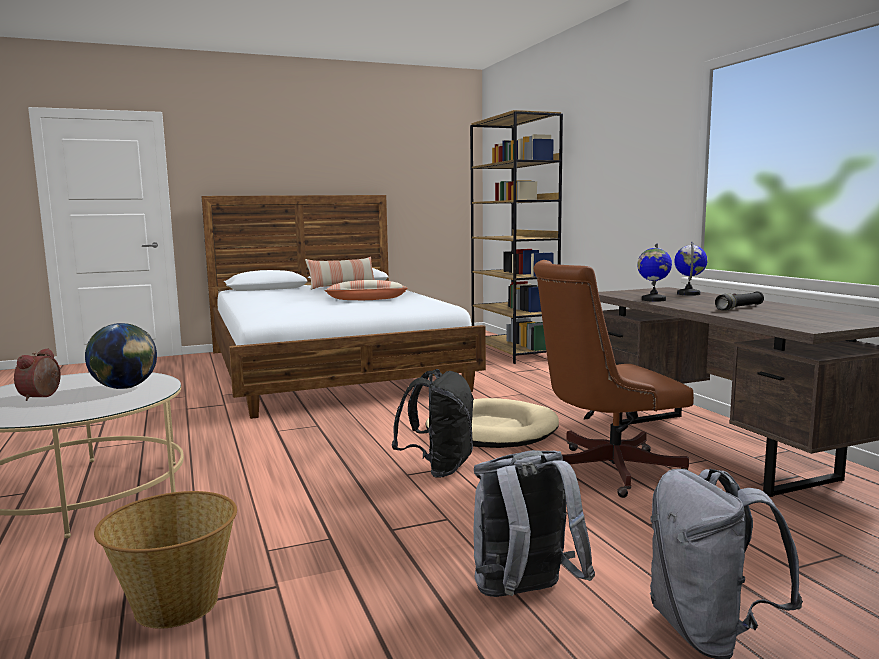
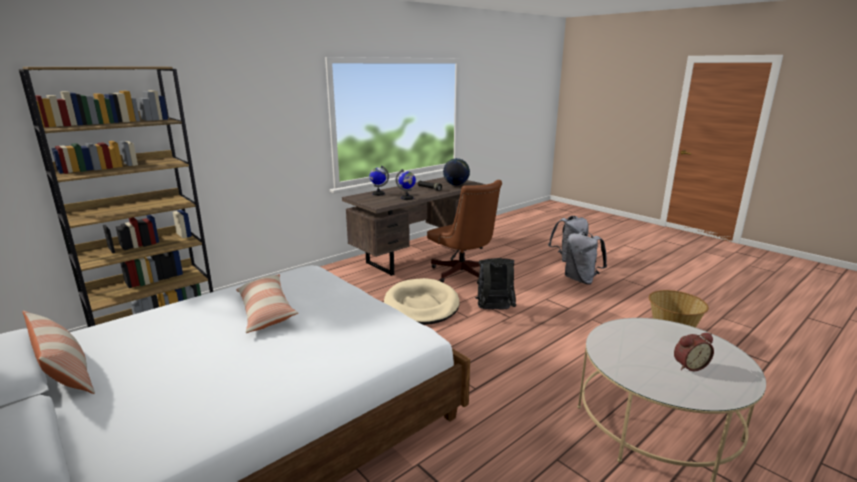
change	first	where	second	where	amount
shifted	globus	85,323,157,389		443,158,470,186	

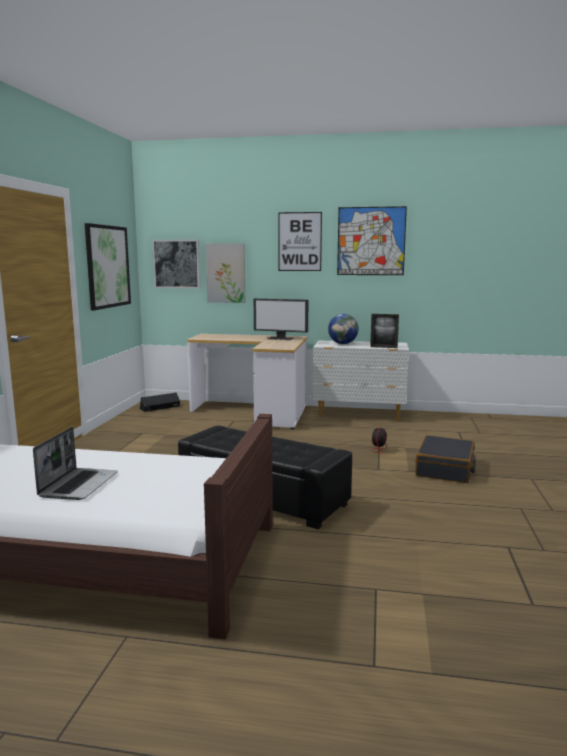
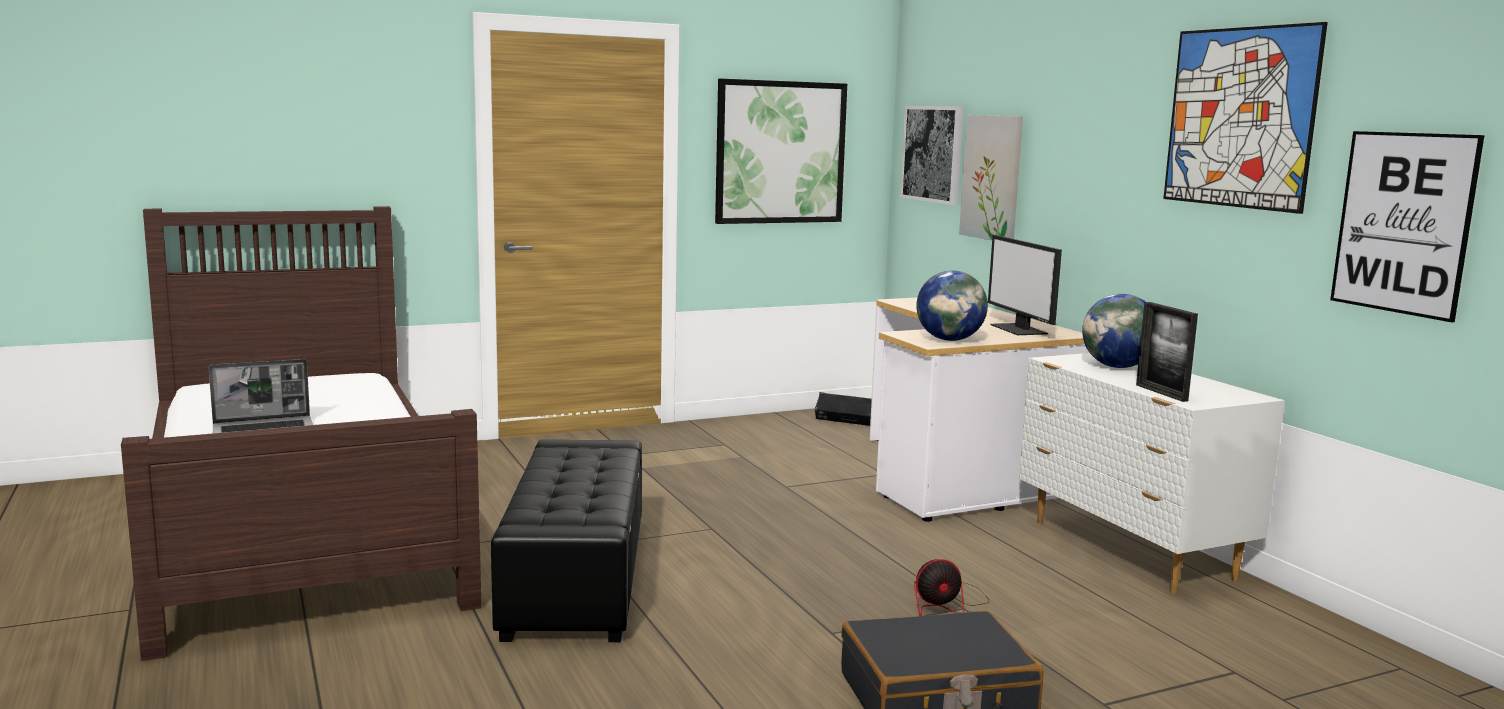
change	first	where	second	where	amount
new			globus	916,270,988,341	
shifted	obraz	278,212,322,271		1330,131,1484,322	

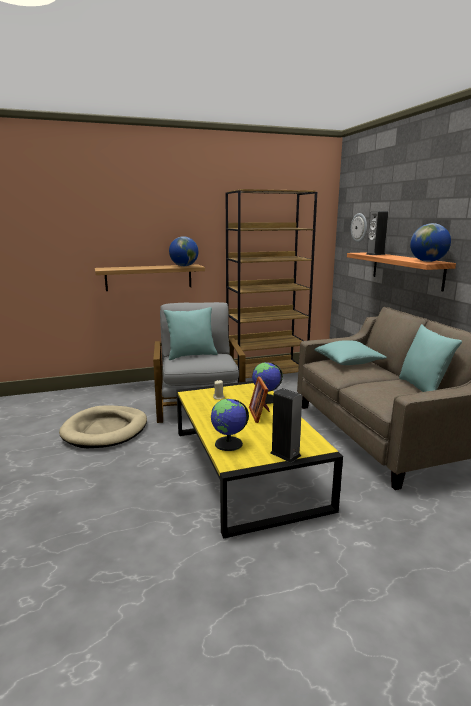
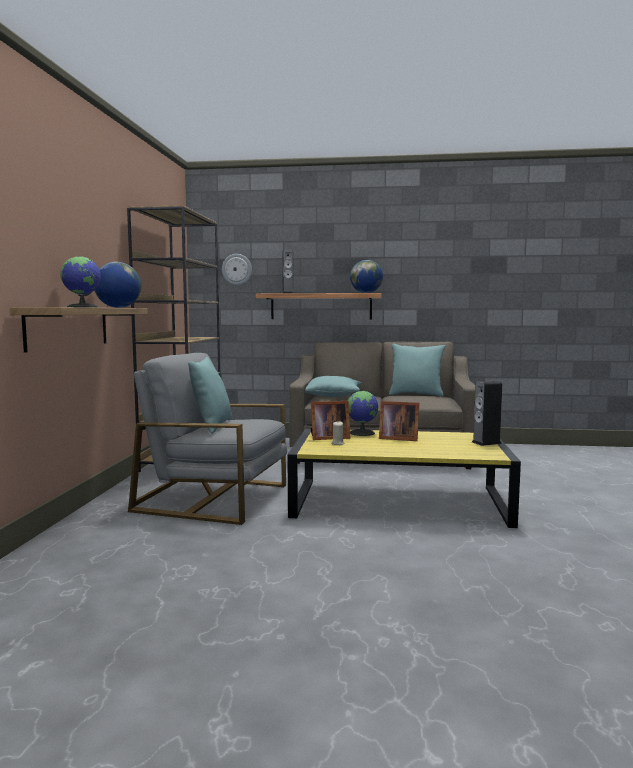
change	first	where	second	where	amount
gone	legowisko/beżowy	59,405,147,448			
new			ramka na zdjęcie	310,401,350,440	
shifted	globus	211,399,249,451		60,256,101,308	

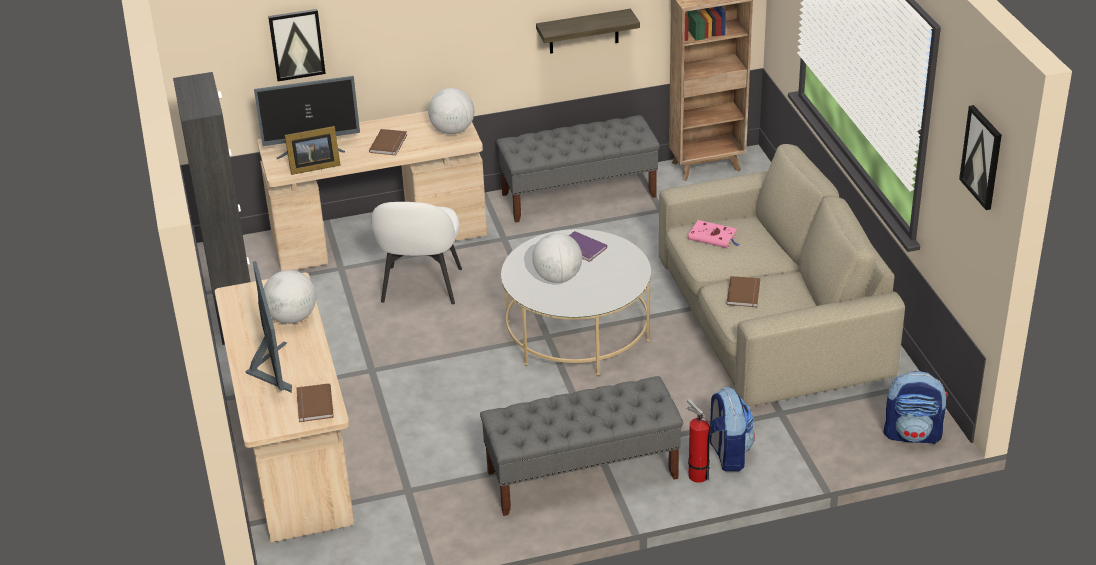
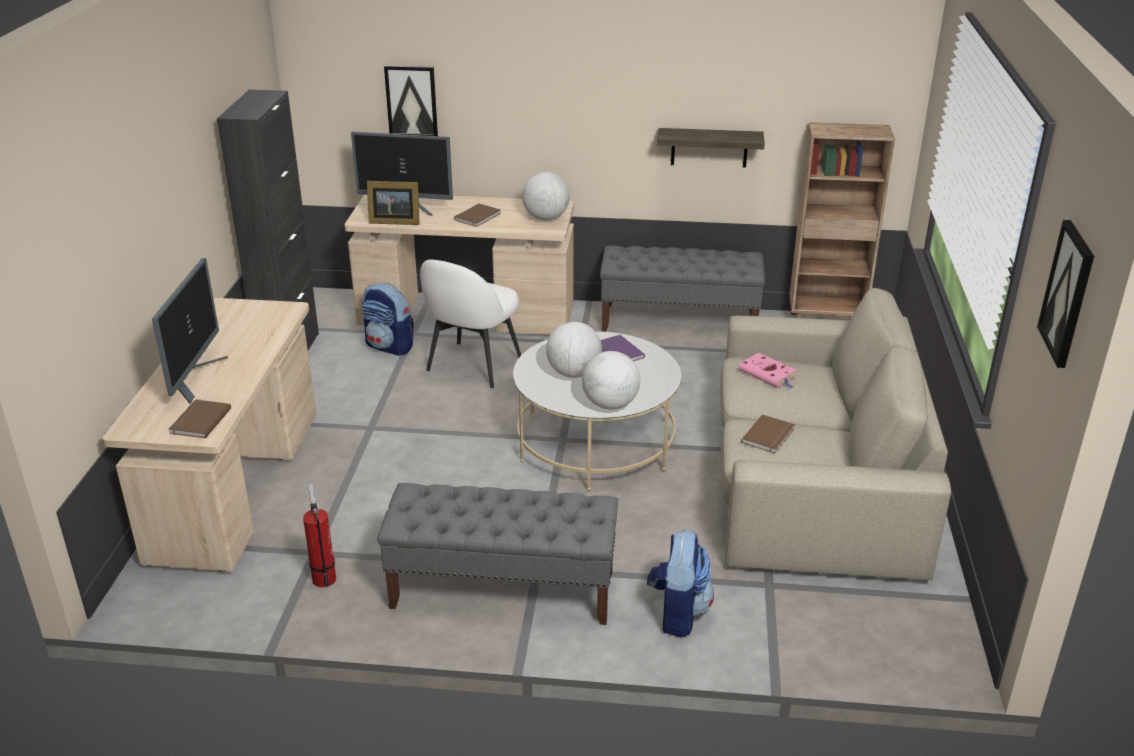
change	first	where	second	where	amount
shifted	globus	264,270,316,324		582,351,640,409	
shifted	gaśnica	686,399,711,483		303,484,336,587	
shifted	plecak	884,371,948,444		362,283,414,356	

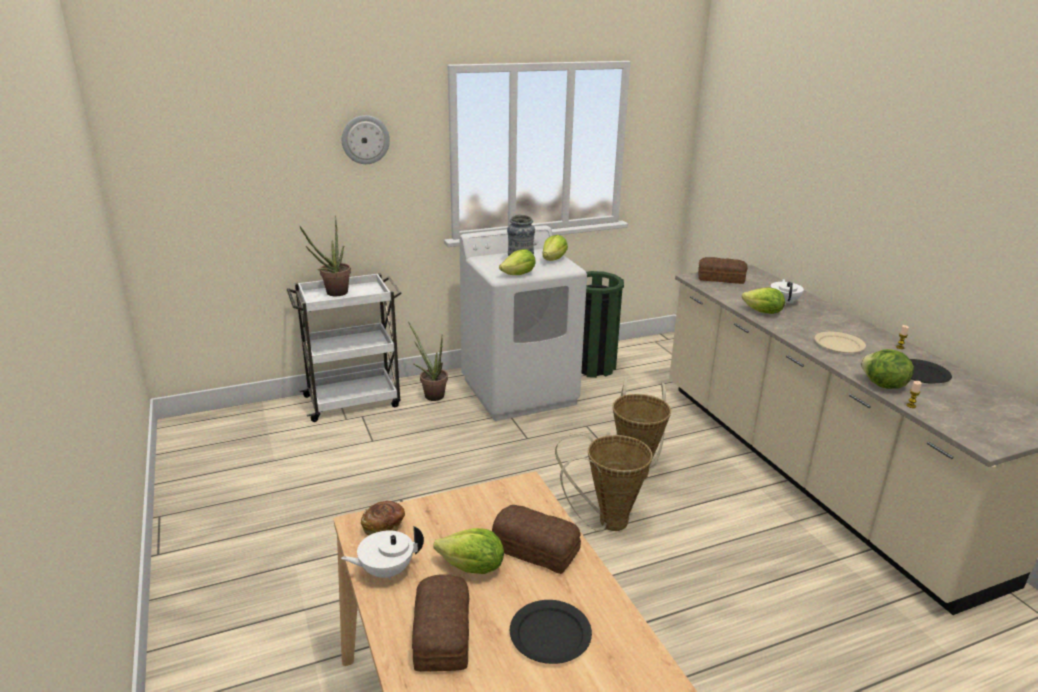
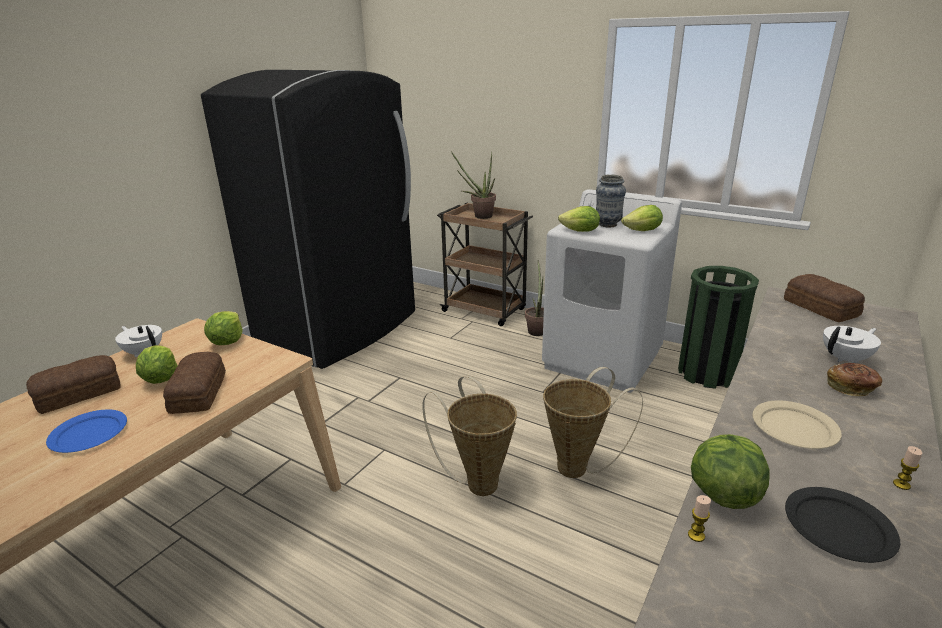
change	first	where	second	where	amount
gone	zegar ścienny	342,115,390,164			
new			lodówka/czarny	201,70,415,369	
shifted	chleb	361,501,405,536		827,363,882,396	
shifted	sałata	742,287,785,314		204,311,243,345	
repainted	wózek/biały	287,273,402,422	wózek/brązowy	437,203,533,326	
repainted	talerz/czarny	510,600,592,664	talerz/niebieski	46,410,127,453	

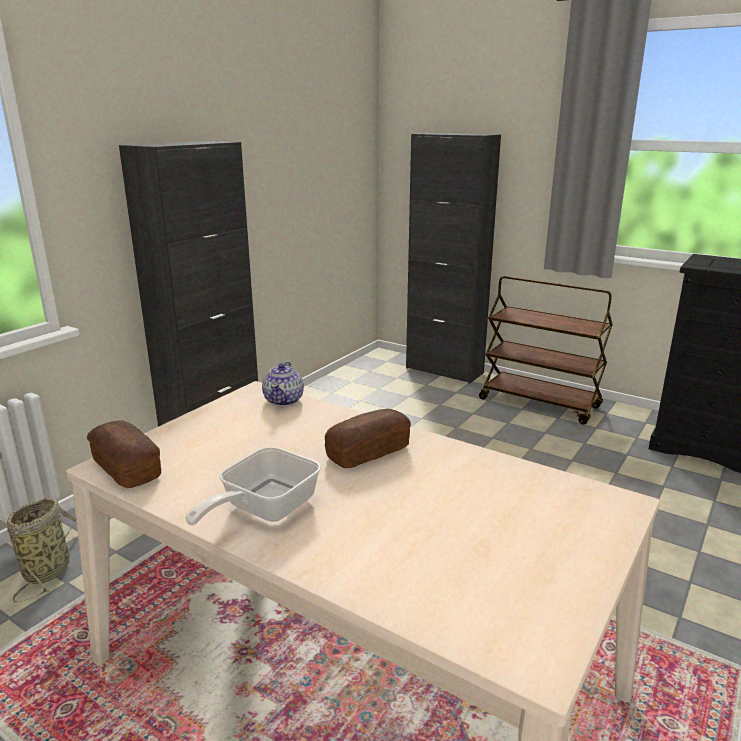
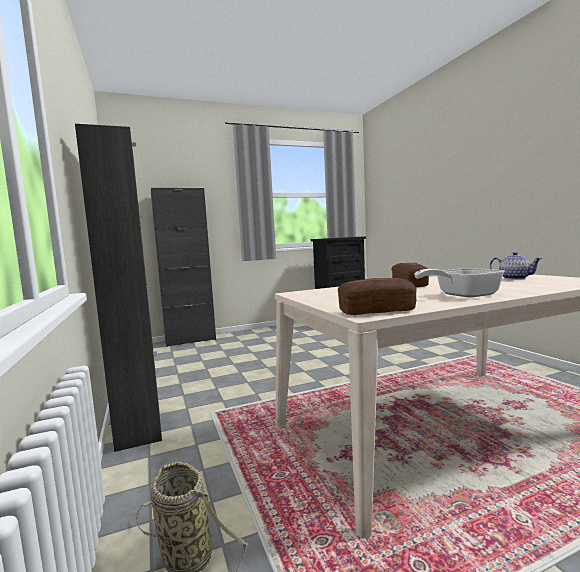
change	first	where	second	where	amount
gone	wózek/brązowy	479,276,613,425			
shifted	imbryk	262,362,304,406		490,252,542,280	
rotated	patelnia	185,447,321,526		414,268,505,298	90 degrees clockwise

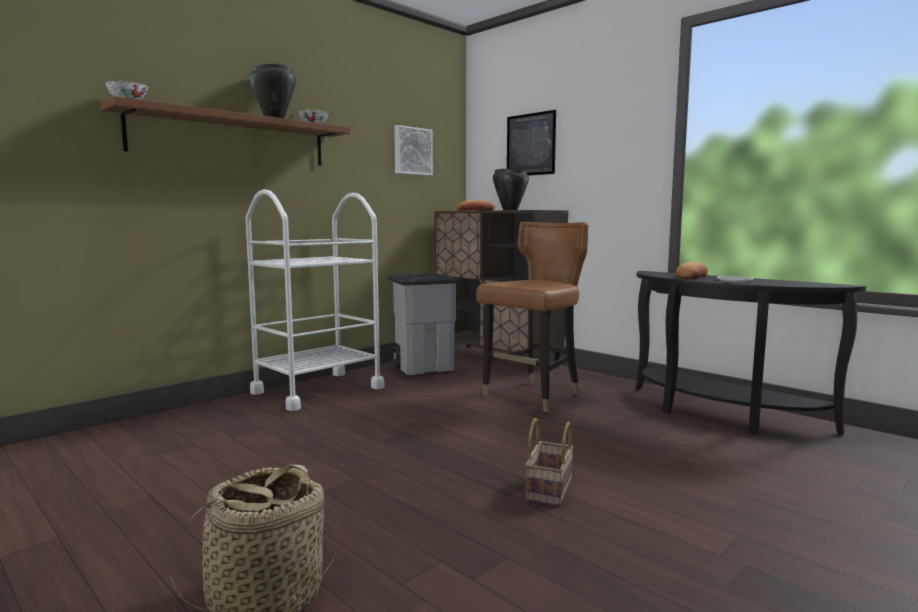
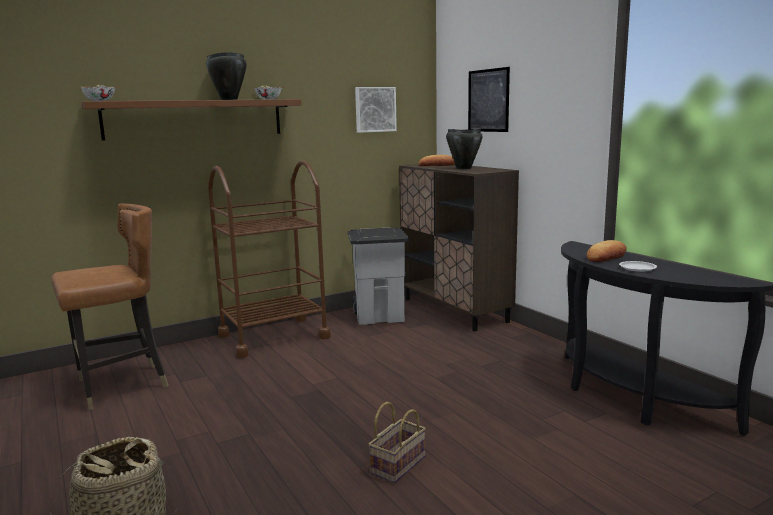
change	first	where	second	where	amount
shifted	krzesło/brązowy	476,222,588,412		52,203,169,410	
repainted	wózek/biały	245,189,384,411	wózek/brązowy	208,160,331,358	

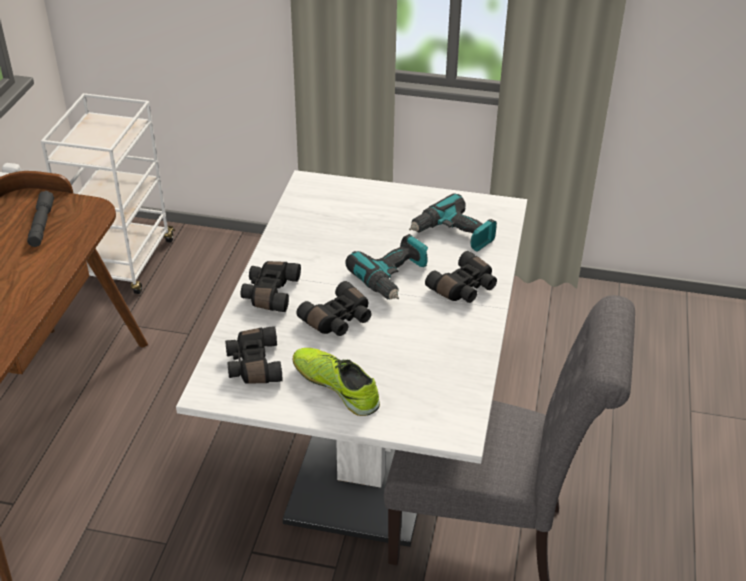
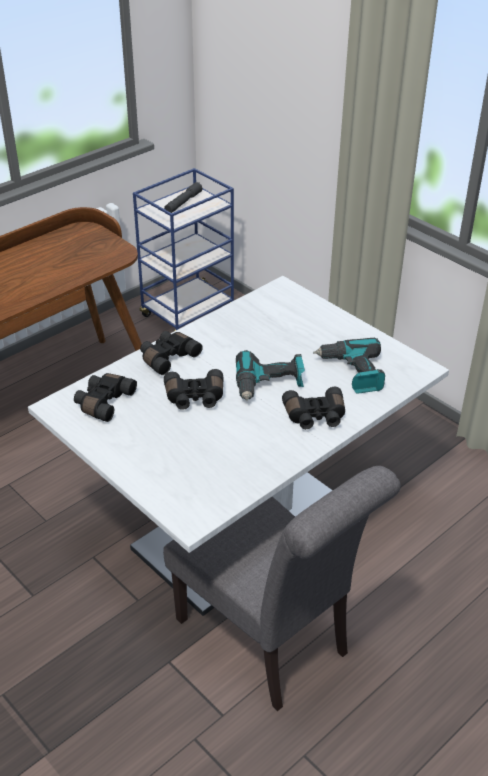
change	first	where	second	where	amount
gone	but	293,348,380,416			
shifted	latarka/szary	27,191,54,247		164,182,203,213	
repainted	wózek/biały	41,93,175,294	wózek/niebieski	133,168,238,331	

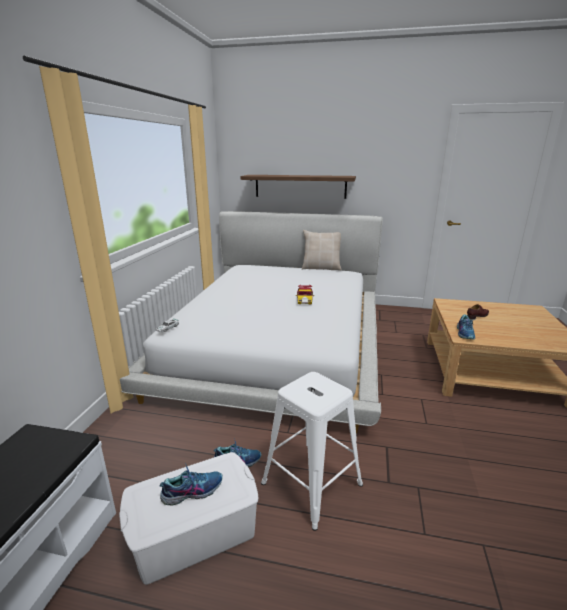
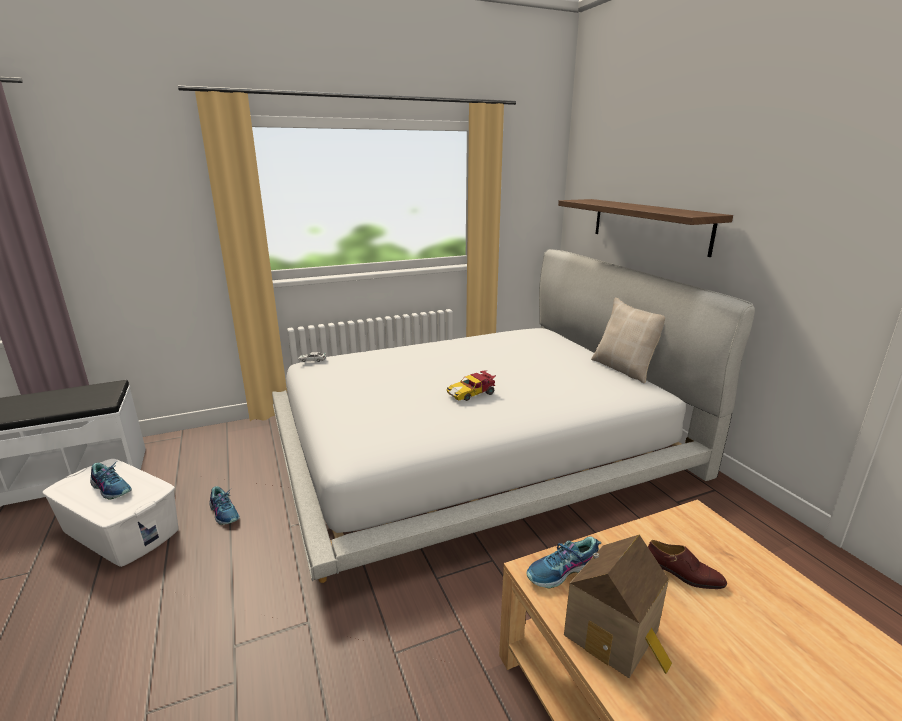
change	first	where	second	where	amount
gone	stołek/biały	261,372,363,531			
new			domek	564,535,672,678	

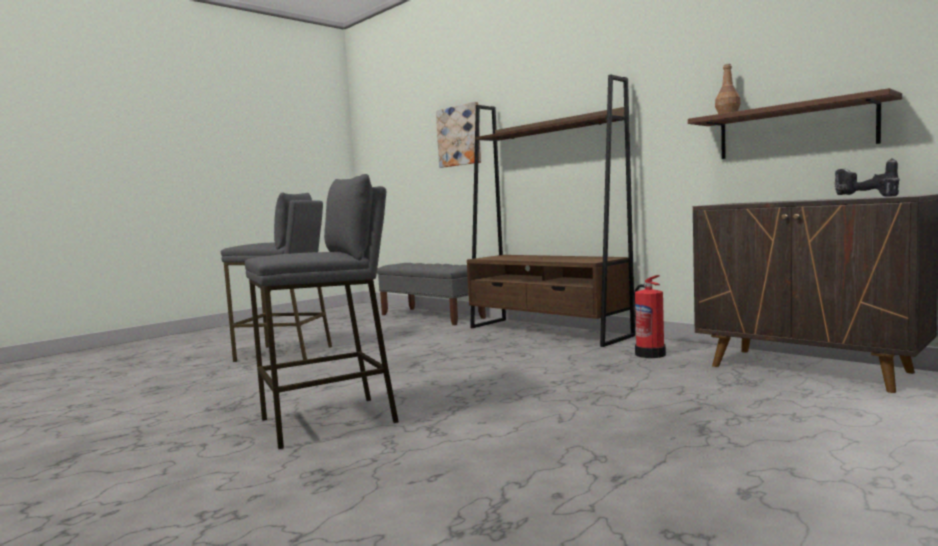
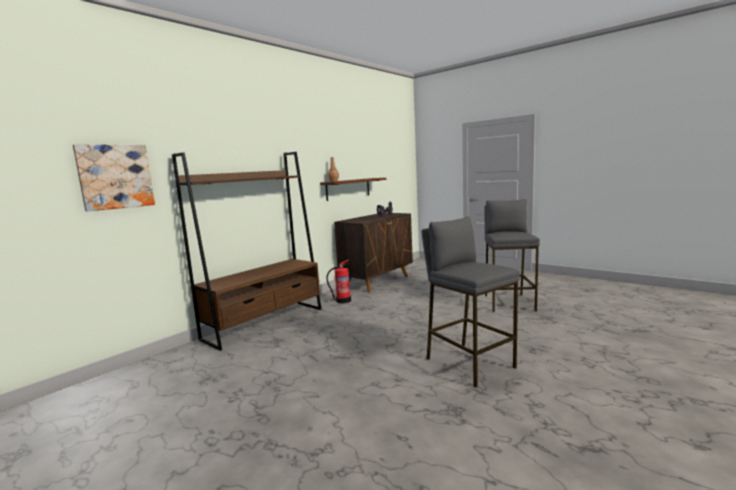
change	first	where	second	where	amount
gone	ławka/szary	377,263,486,325			
shifted	stołek/szary	221,192,332,362		484,199,540,312	

